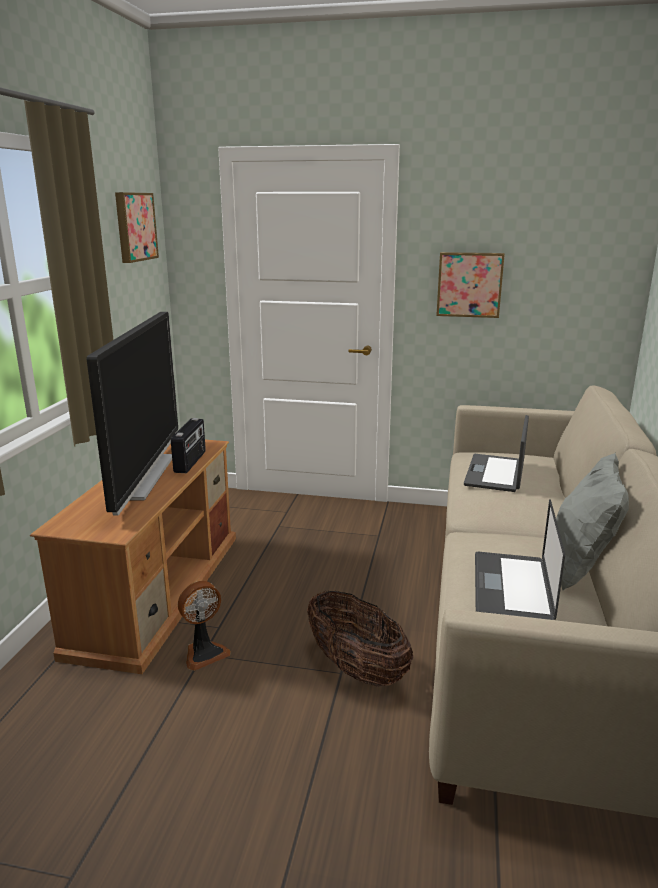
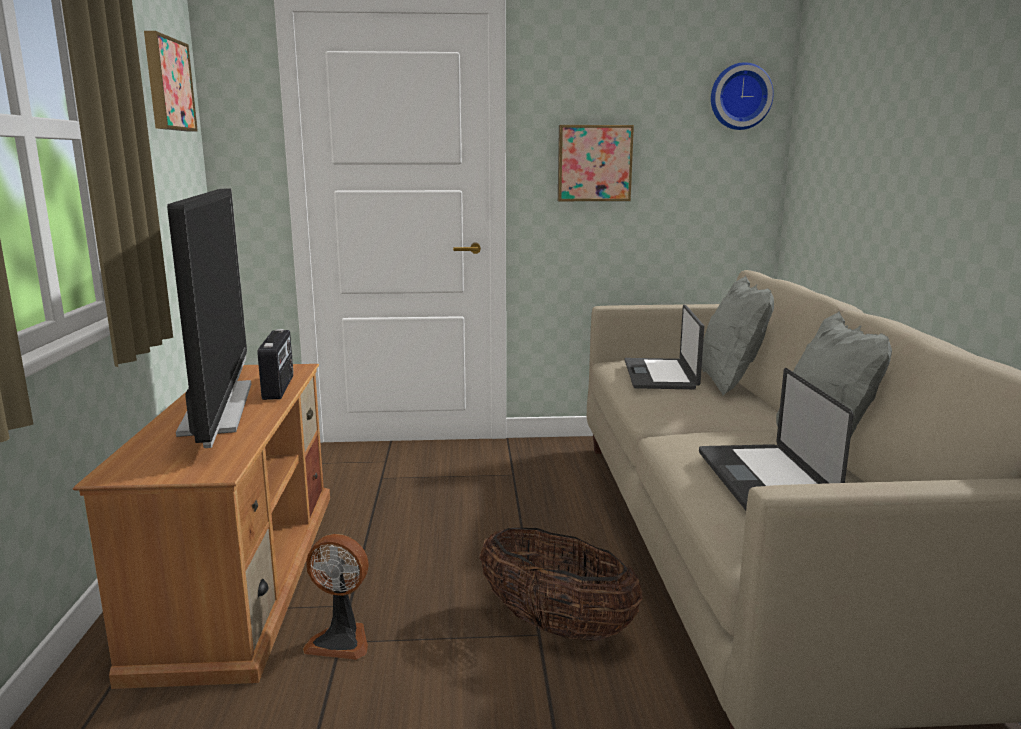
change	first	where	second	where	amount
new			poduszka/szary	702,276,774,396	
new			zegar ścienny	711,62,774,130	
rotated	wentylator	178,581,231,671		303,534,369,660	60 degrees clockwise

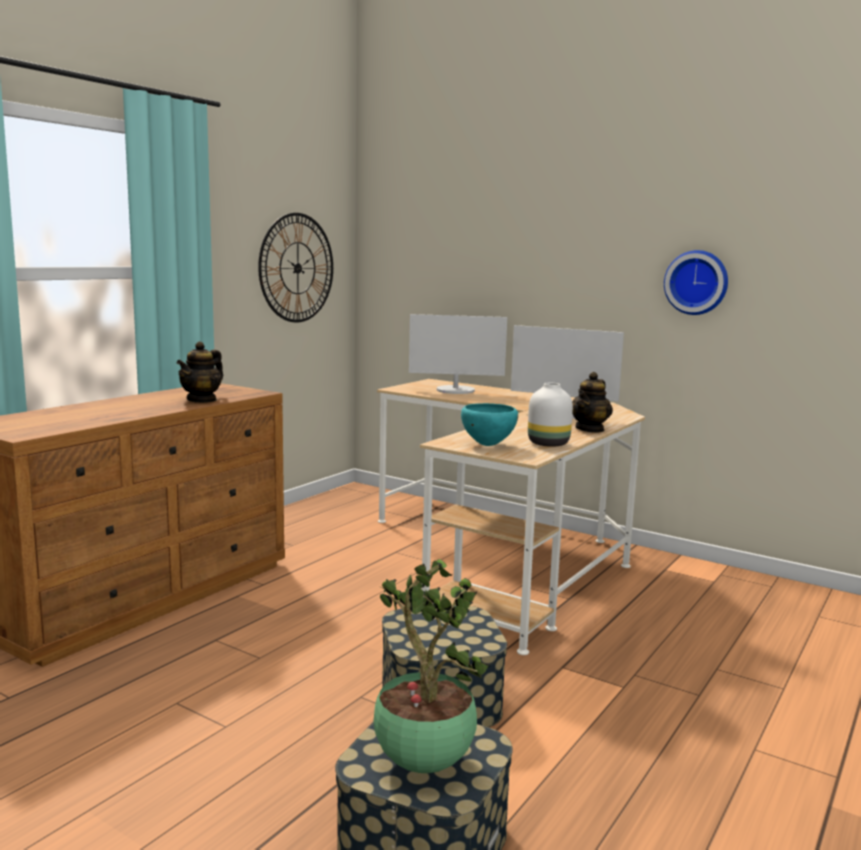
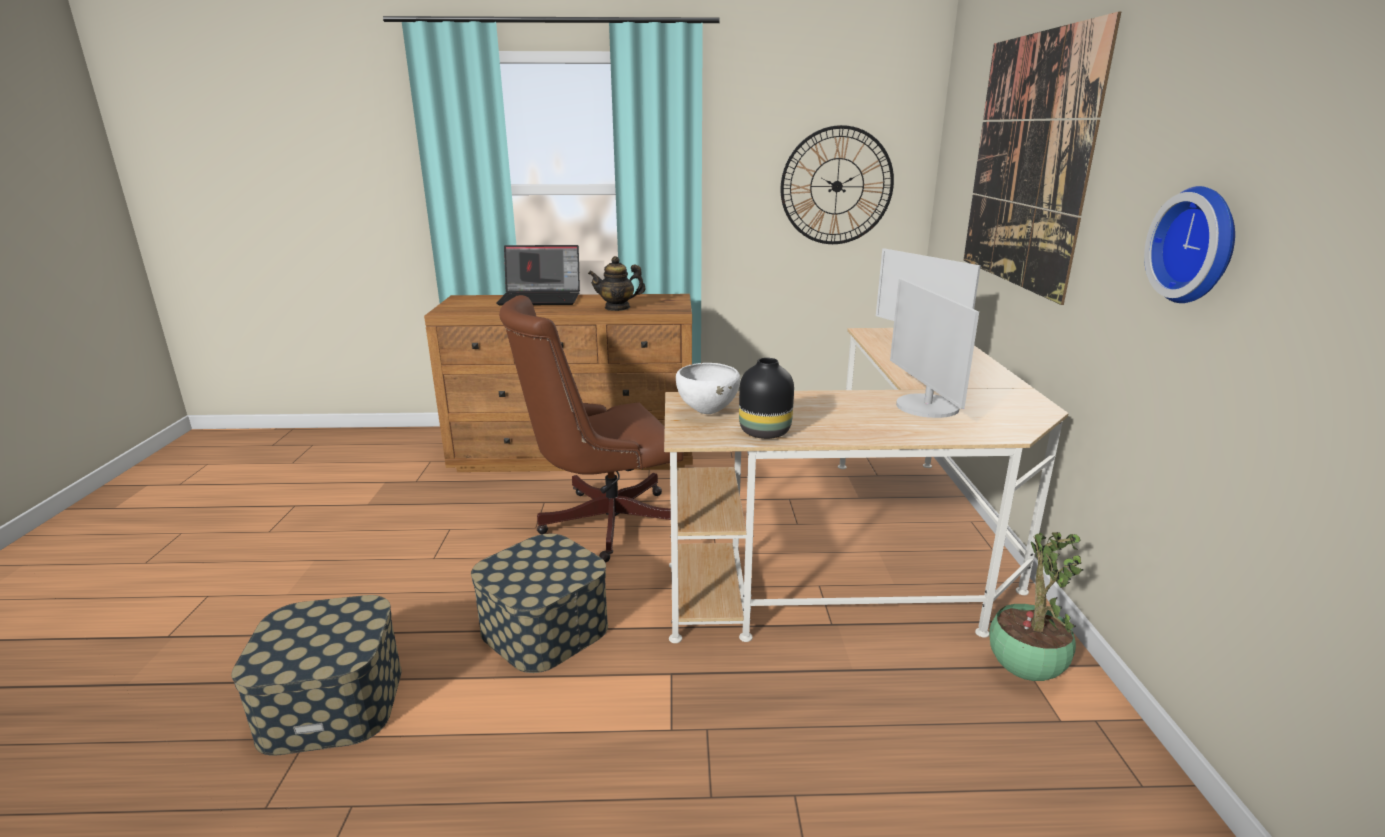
change	first	where	second	where	amount
gone	imbryk	572,372,613,433			
new			laptop	496,245,580,305	
new			krzesło biurowe/brązowy	499,295,683,562	
new			obraz	963,12,1121,305	
shifted	roślina doniczkowa	373,559,490,773		989,532,1083,681	
repainted	miska/turkusowy	461,403,518,446	miska/biały	676,363,740,414	
repainted	wazon/biały	528,383,573,447	wazon/czarny	739,358,794,439	

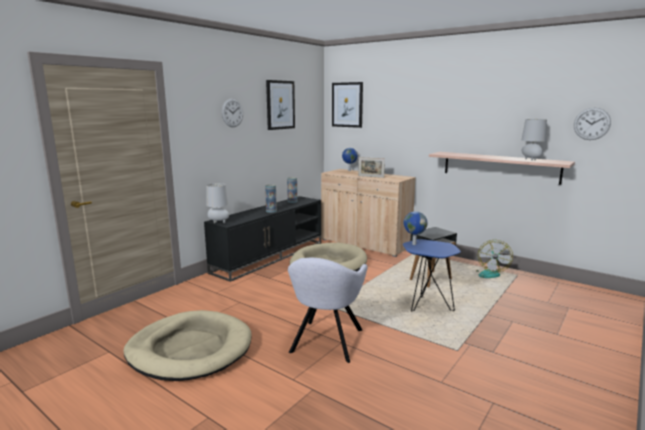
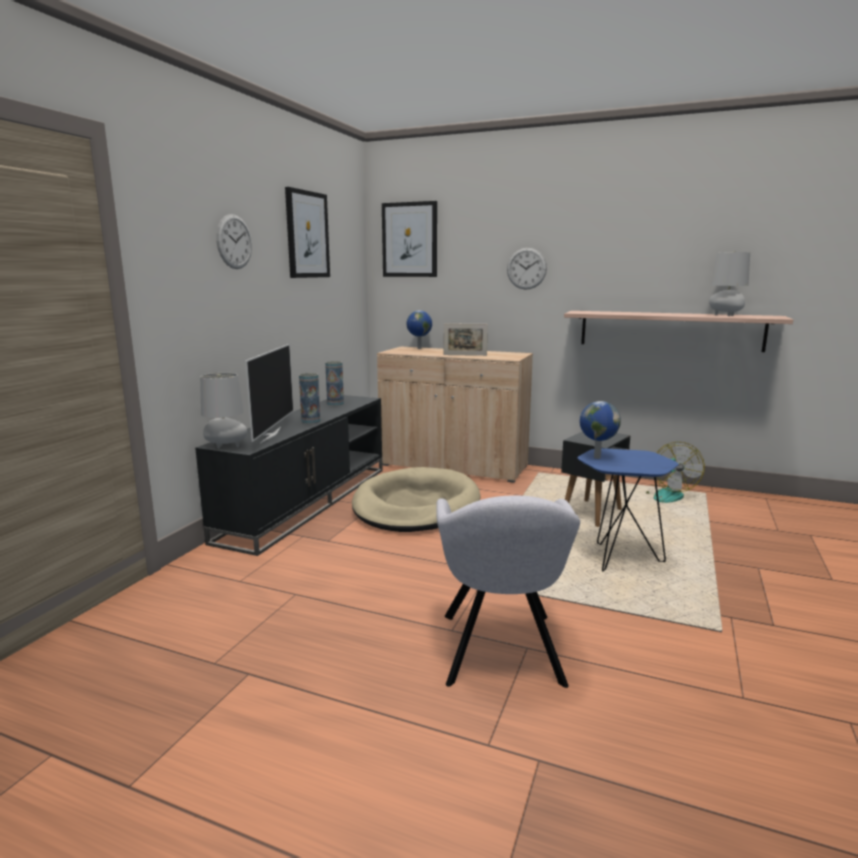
change	first	where	second	where	amount
gone	legowisko/beżowy	123,310,252,381			
new			telewizor	245,344,294,444	
shifted	zegar ścienny	574,108,611,140		507,248,547,290	

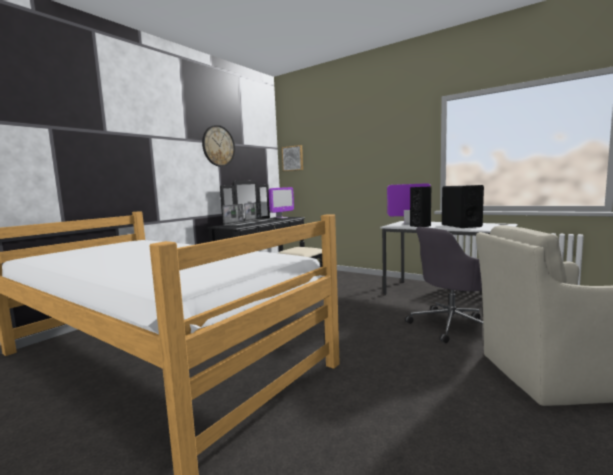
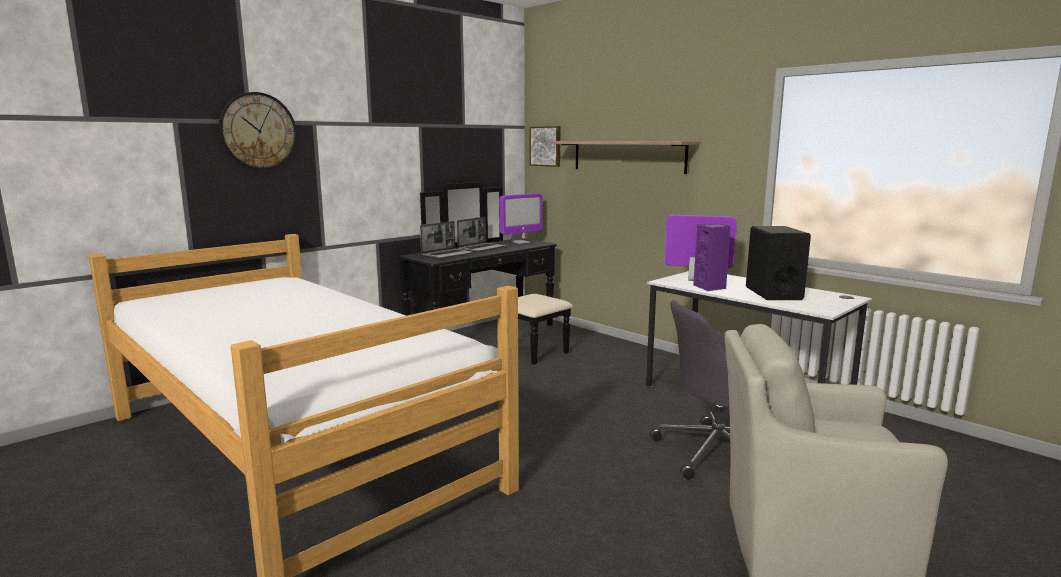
change	first	where	second	where	amount
new			półka	550,141,699,174	
shifted	zegar ścienny	202,125,235,167		219,92,297,170	
repainted	głośnik/czarny	410,187,431,227	głośnik/fioletowy	693,224,731,291	

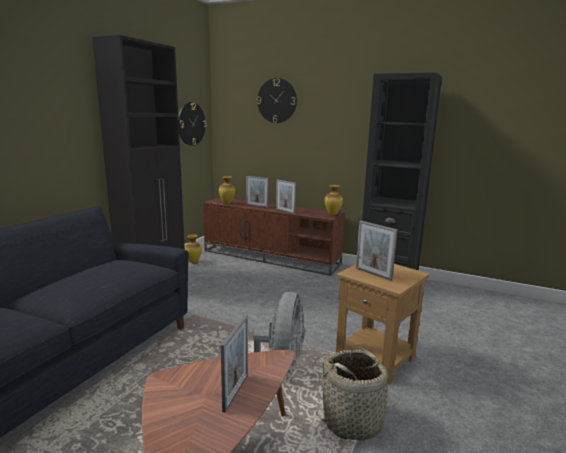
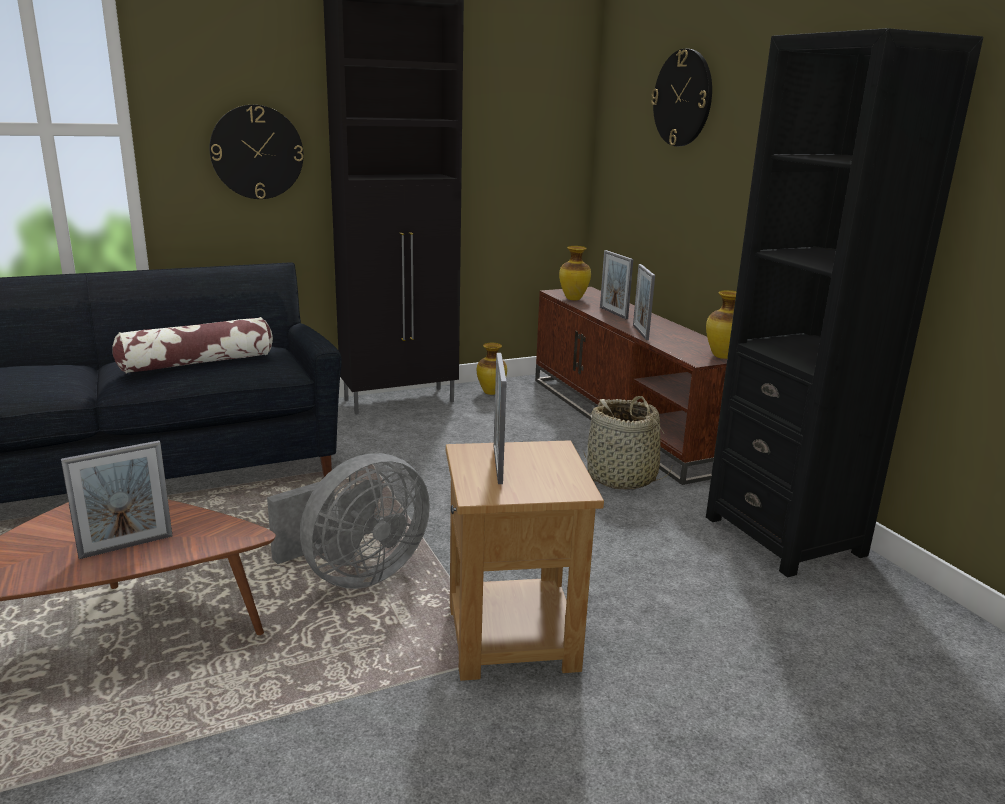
change	first	where	second	where	amount
new			poduszka	113,317,273,374	
shifted	zegar ścienny	178,102,207,146		210,105,304,199	
shifted	koszyk	315,347,402,440		583,396,672,490	

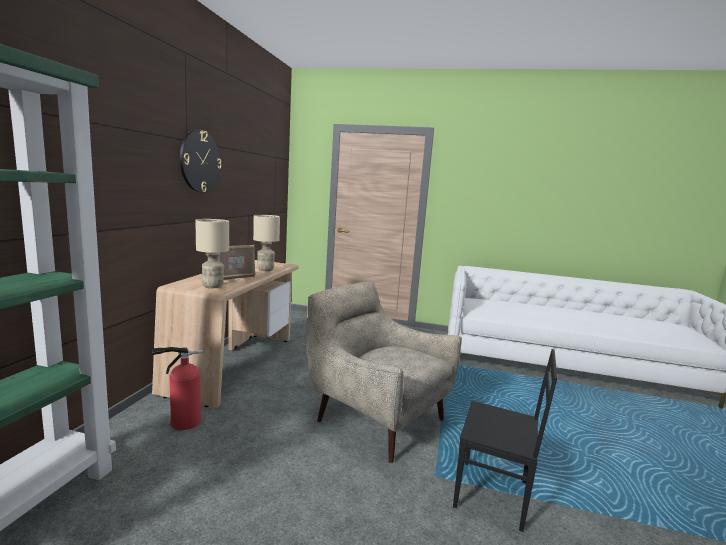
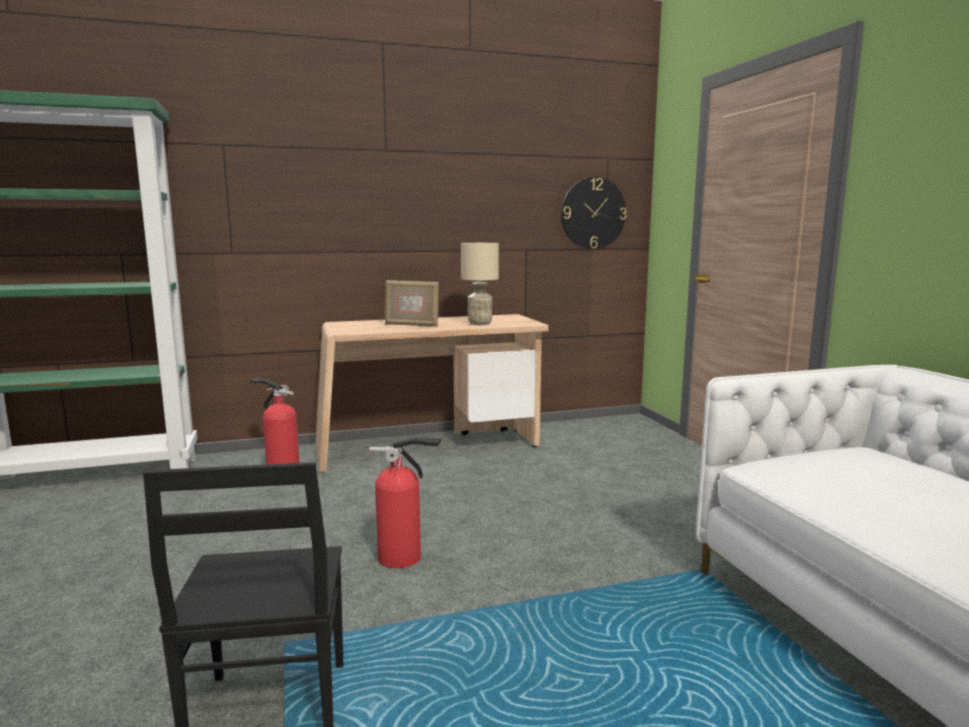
change	first	where	second	where	amount
gone	lampa stołowa/beżowy	196,219,229,288			
shifted	zegar ścienny	180,129,221,192		561,177,627,249	
swapped	fotel/beżowy	306,282,462,463	gaśnica	369,438,441,568	

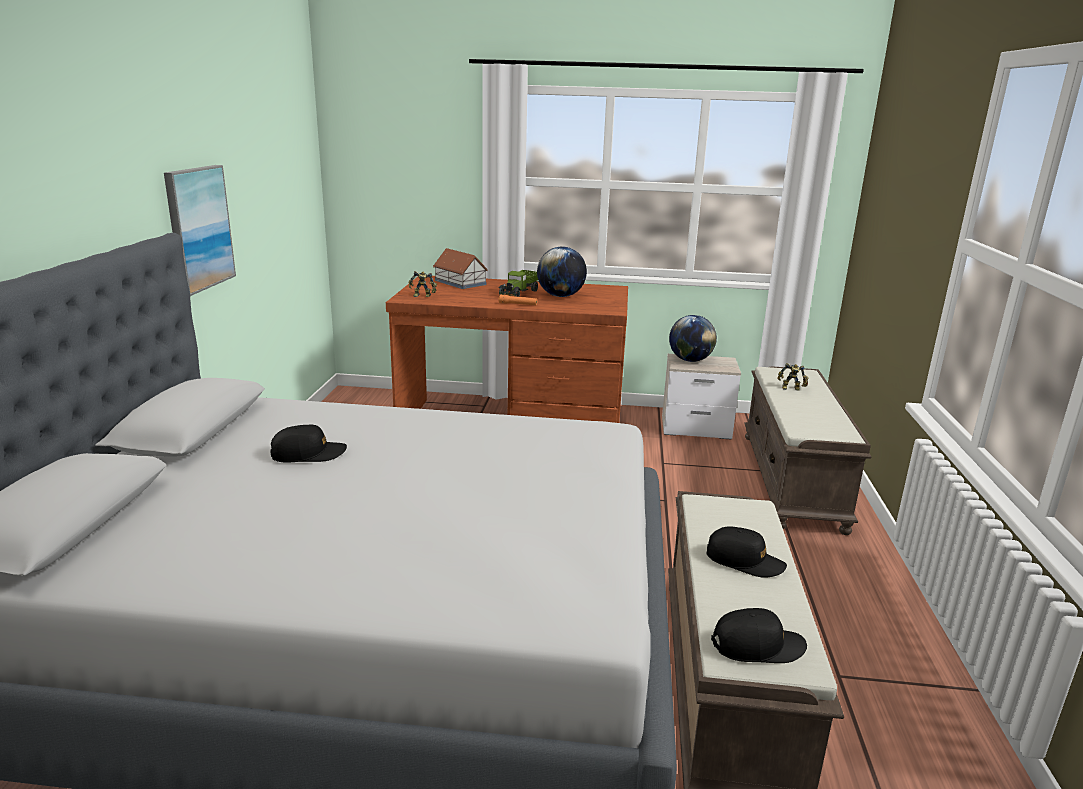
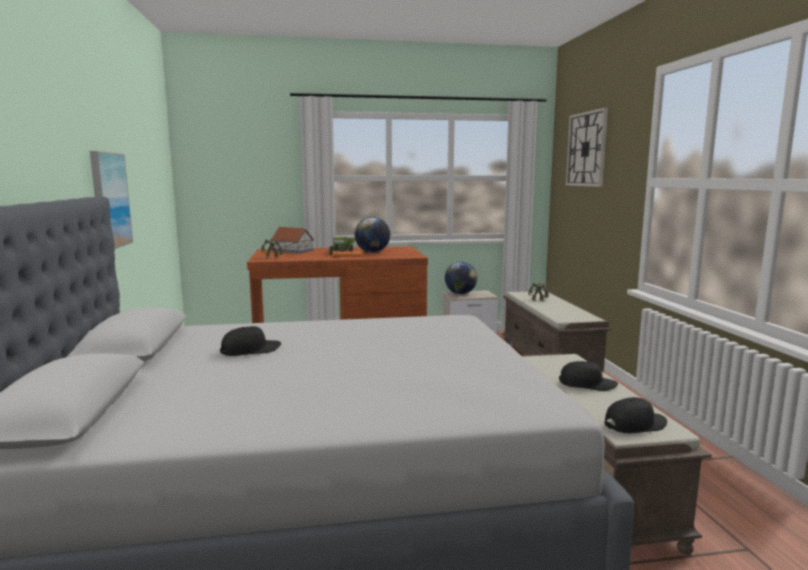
change	first	where	second	where	amount
new			zegar ścienny	566,107,608,187	

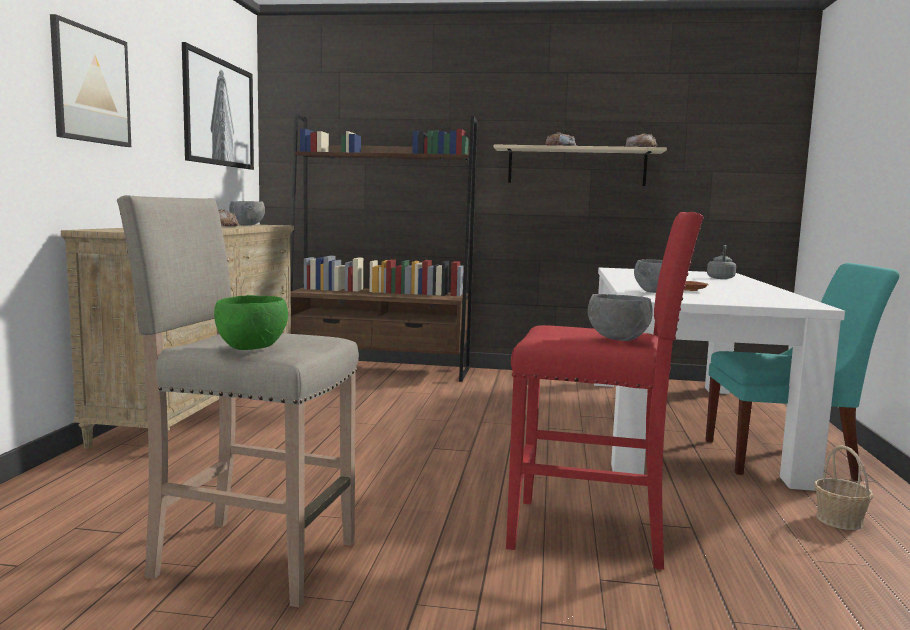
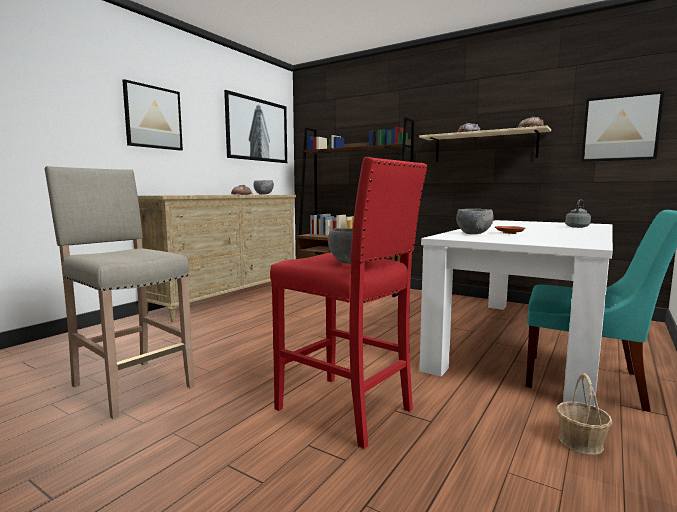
change	first	where	second	where	amount
gone	miska/zielony	214,295,288,350			
new			obraz	581,91,664,162	

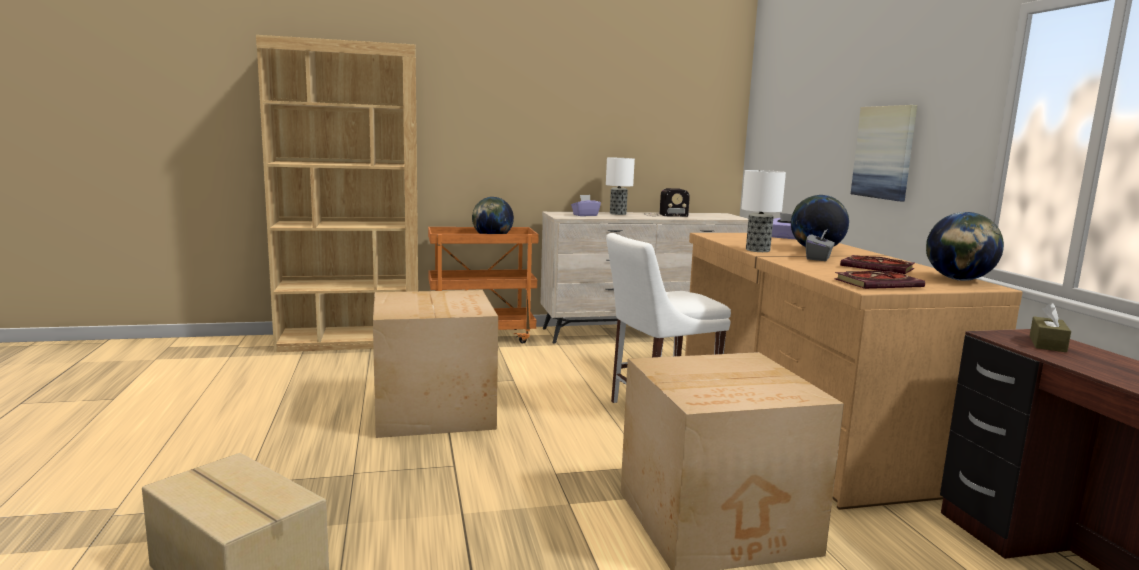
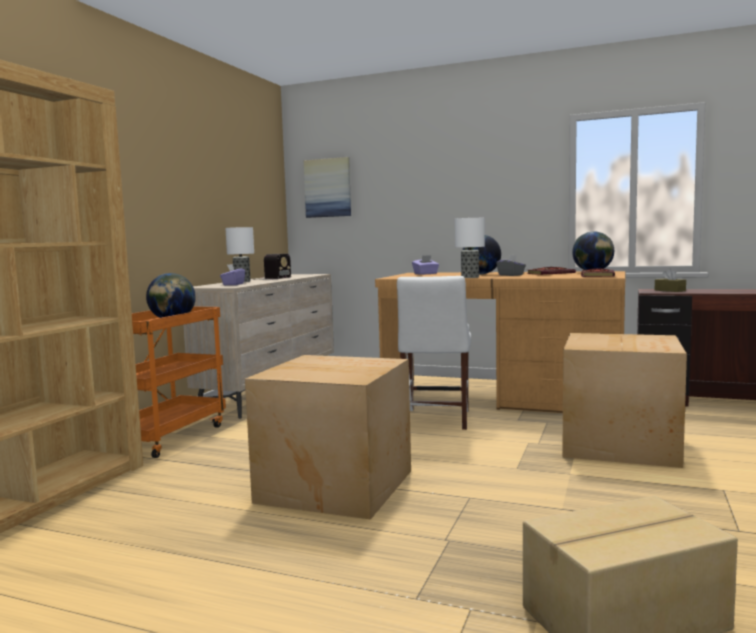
change	first	where	second	where	amount
shifted	obraz	851,105,917,201		304,157,351,218	

